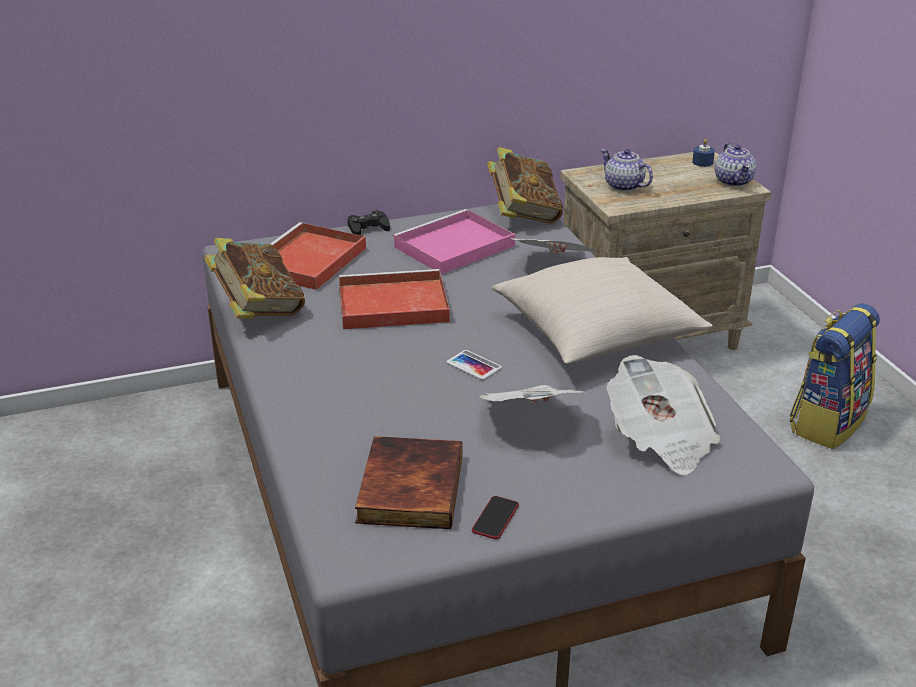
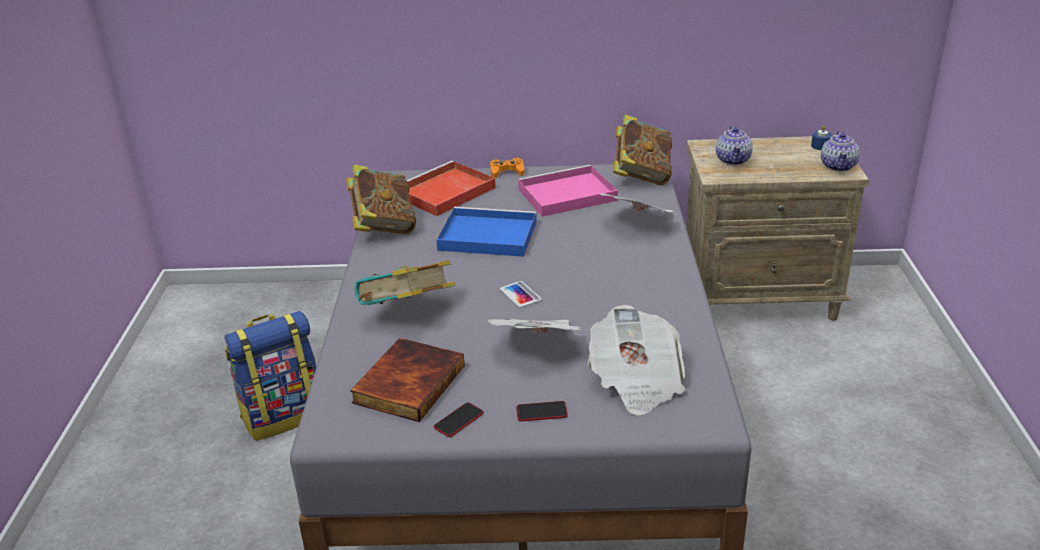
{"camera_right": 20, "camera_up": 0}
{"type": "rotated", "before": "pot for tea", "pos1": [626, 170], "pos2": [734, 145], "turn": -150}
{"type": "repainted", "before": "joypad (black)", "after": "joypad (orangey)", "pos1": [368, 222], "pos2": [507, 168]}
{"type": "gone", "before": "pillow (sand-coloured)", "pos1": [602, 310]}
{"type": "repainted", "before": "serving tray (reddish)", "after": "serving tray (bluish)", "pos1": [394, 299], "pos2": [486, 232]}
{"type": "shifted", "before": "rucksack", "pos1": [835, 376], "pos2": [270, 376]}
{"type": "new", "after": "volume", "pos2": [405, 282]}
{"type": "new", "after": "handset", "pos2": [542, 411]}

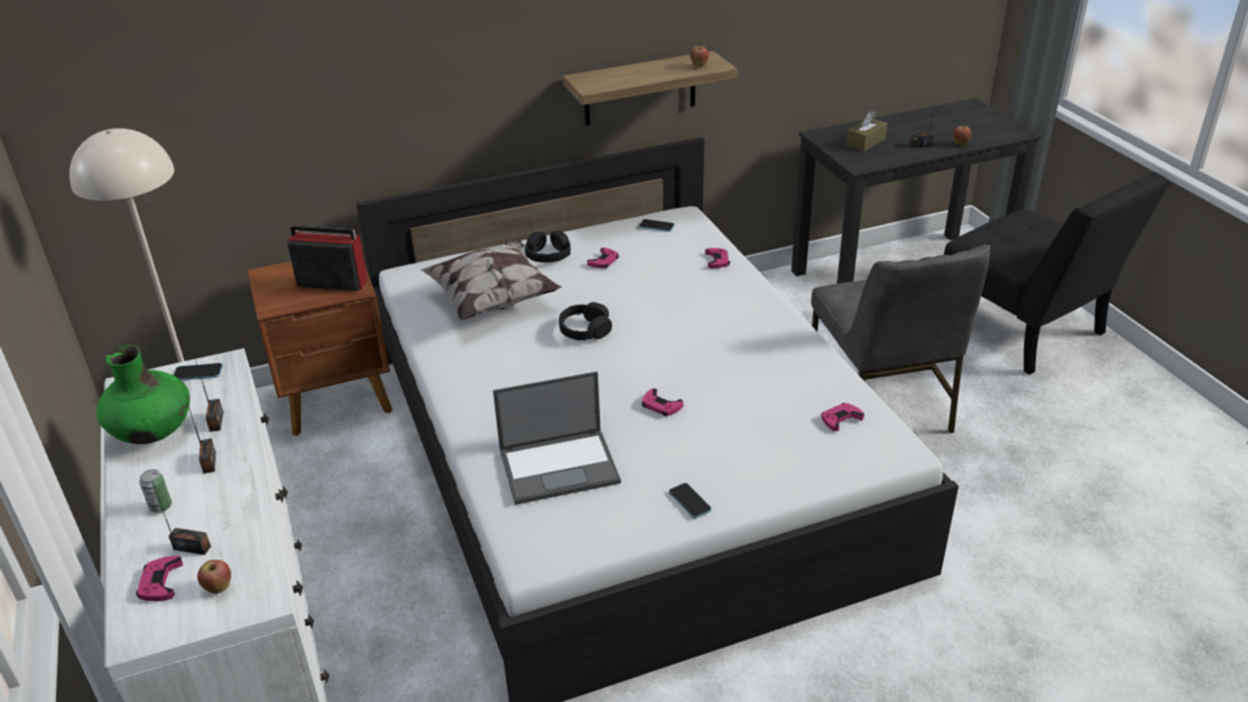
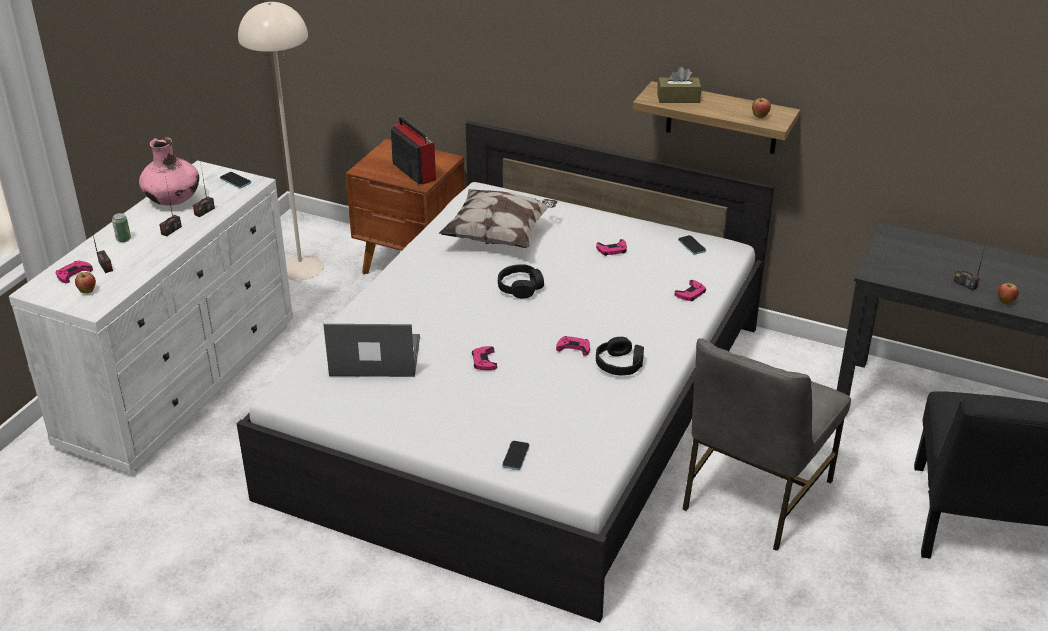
{"camera_right": 45, "camera_up": 0}
{"type": "shifted", "before": "tissue holder (brown)", "pos1": [866, 131], "pos2": [679, 85]}
{"type": "shifted", "before": "headset (black)", "pos1": [548, 247], "pos2": [620, 356]}
{"type": "repainted", "before": "decorative vase (green-coloured)", "after": "decorative vase (pinkish)", "pos1": [143, 394], "pos2": [169, 171]}
{"type": "rotated", "before": "portable computer", "pos1": [557, 438], "pos2": [371, 350], "turn": 150}
{"type": "shifted", "before": "joypad (pinkish)", "pos1": [842, 417], "pos2": [573, 346]}
{"type": "shifted", "before": "handset", "pos1": [690, 501], "pos2": [515, 455]}

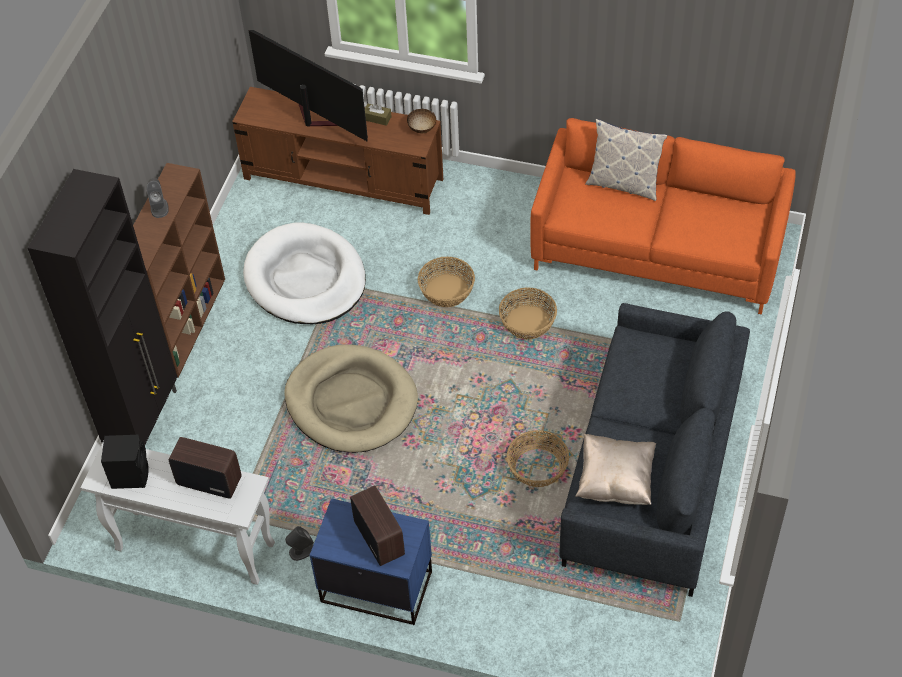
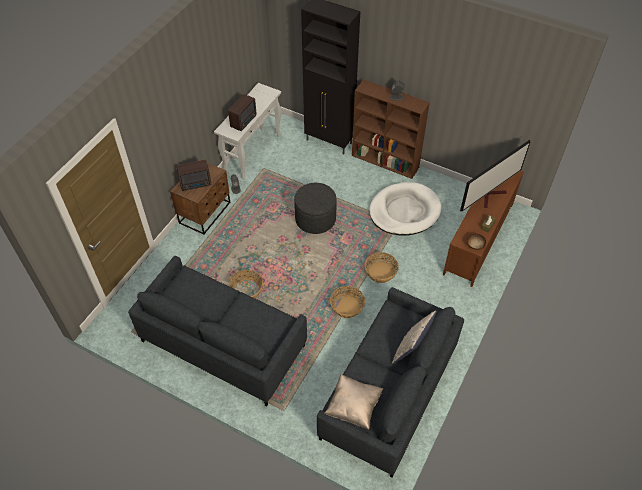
{"camera_right": 100, "camera_up": 0}
{"type": "repainted", "before": "couch (orangey)", "after": "couch (grey)", "pos1": [663, 216], "pos2": [390, 382]}
{"type": "swapped", "before": "pet bed (sand-coloured)", "after": "pouffe (grey)", "pos1": [351, 398], "pos2": [315, 208]}
{"type": "gone", "before": "audio speaker (black)", "pos1": [125, 461]}
{"type": "shifted", "before": "pillow (sand-coloured)", "pos1": [615, 469], "pos2": [354, 402]}
{"type": "repainted", "before": "bedside table (bluish)", "after": "bedside table (brown)", "pos1": [371, 561], "pos2": [200, 197]}

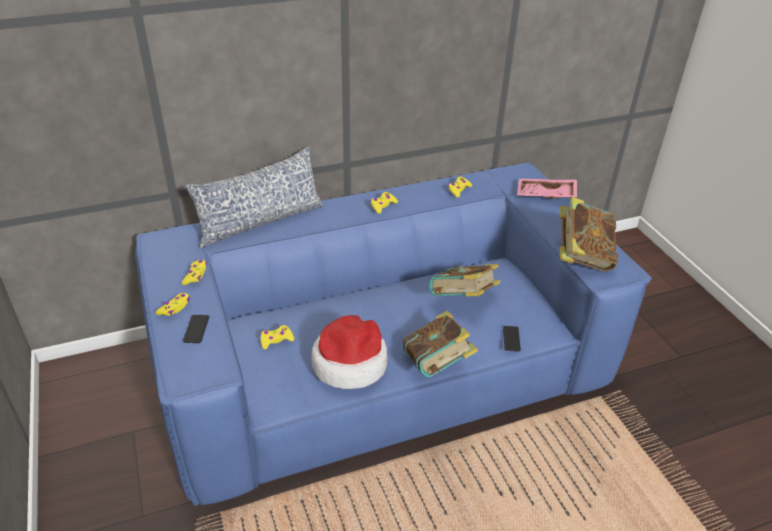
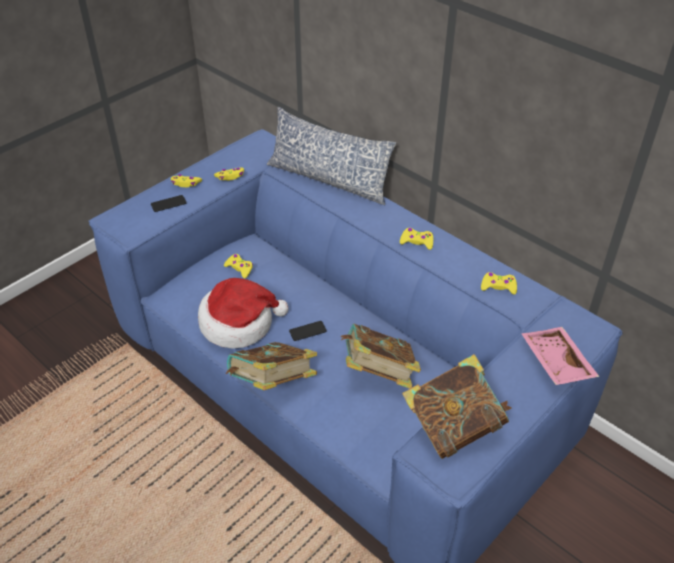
{"camera_right": 65, "camera_up": 5}
{"type": "shifted", "before": "handset", "pos1": [512, 339], "pos2": [308, 331]}

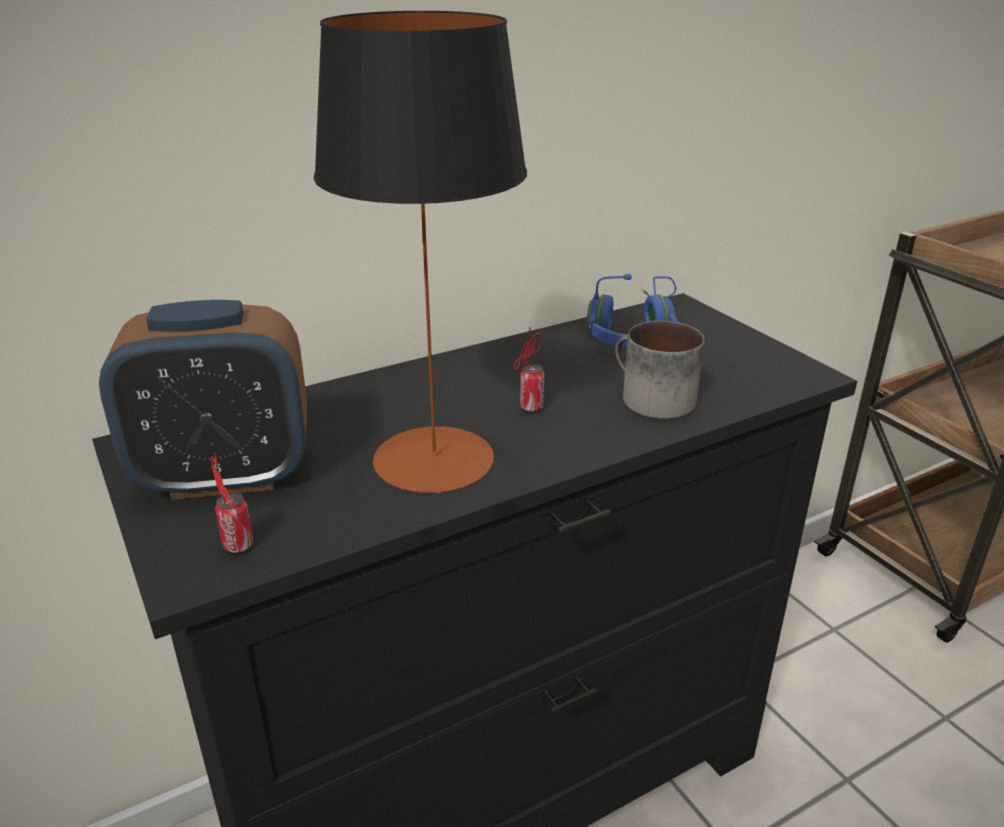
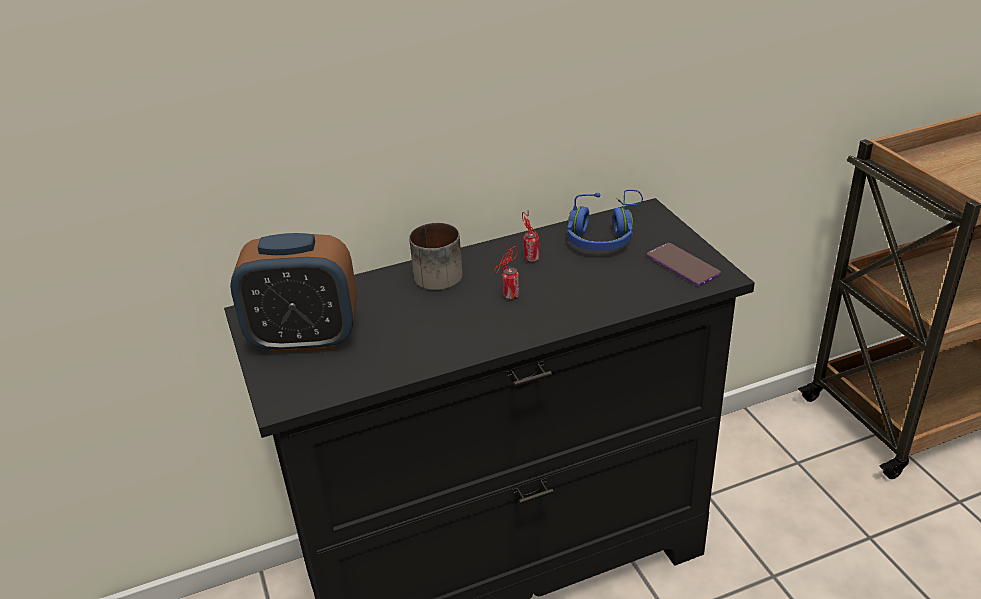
{"camera_right": 10, "camera_up": 5}
{"type": "gone", "before": "table lamp", "pos1": [420, 252]}
{"type": "shifted", "before": "mug", "pos1": [659, 370], "pos2": [436, 256]}
{"type": "shifted", "before": "sealed can", "pos1": [232, 503], "pos2": [530, 236]}
{"type": "new", "after": "handset", "pos2": [684, 264]}

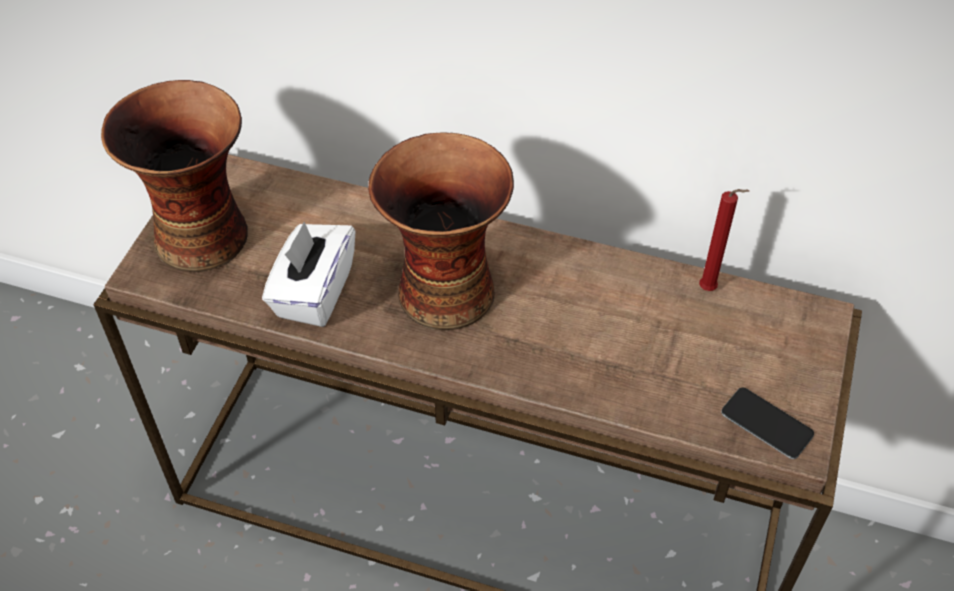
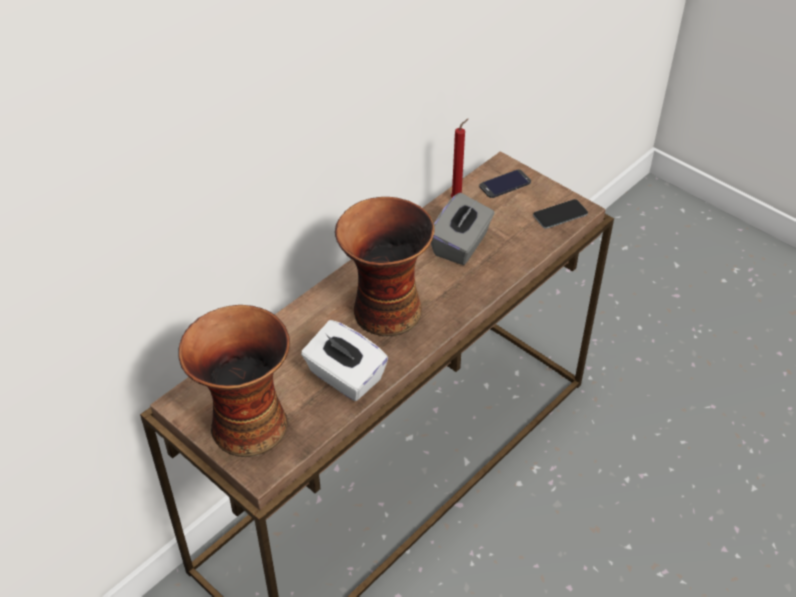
{"camera_right": -65, "camera_up": -5}
{"type": "new", "after": "handset", "pos2": [505, 183]}
{"type": "new", "after": "tissue holder (grey)", "pos2": [463, 228]}

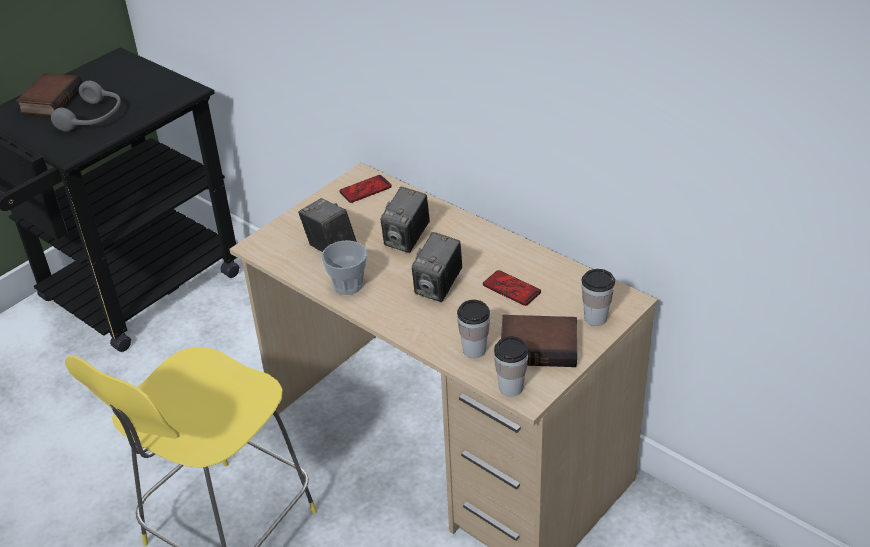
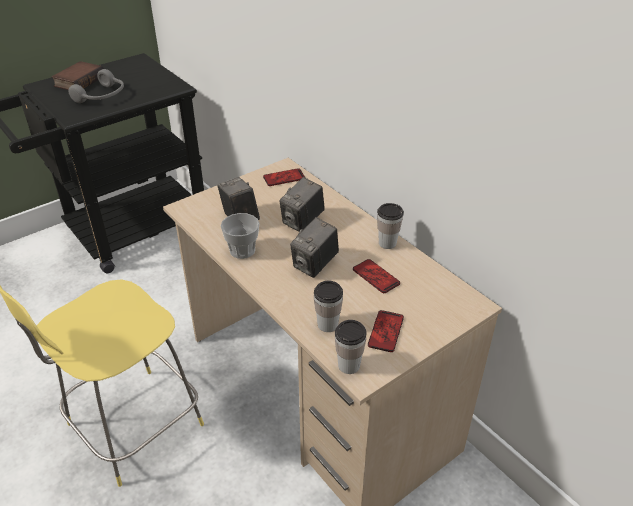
{"camera_right": 10, "camera_up": 0}
{"type": "shifted", "before": "cup", "pos1": [598, 297], "pos2": [390, 226]}
{"type": "swapped", "before": "volume", "after": "handset", "pos1": [539, 341], "pos2": [386, 331]}

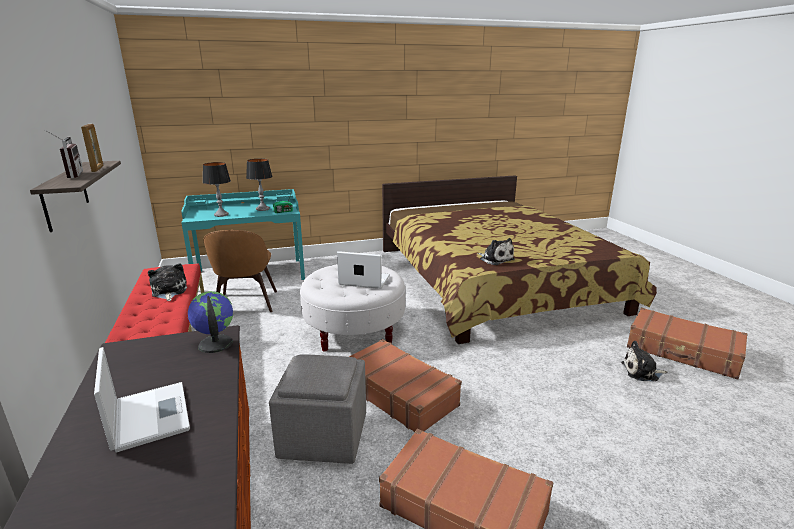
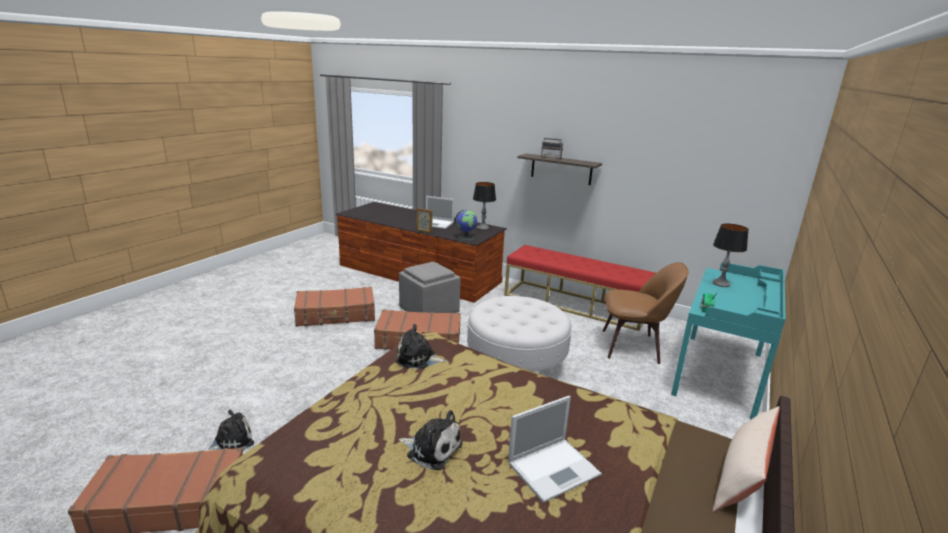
{"camera_right": 135, "camera_up": 0}
{"type": "shifted", "before": "photo frame", "pos1": [92, 148], "pos2": [424, 220]}
{"type": "shifted", "before": "table lamp", "pos1": [259, 185], "pos2": [484, 206]}
{"type": "rotated", "before": "plain chair (brown)", "pos1": [240, 271], "pos2": [645, 313], "turn": 150}
{"type": "shifted", "before": "portable computer", "pos1": [363, 270], "pos2": [555, 449]}
{"type": "shifted", "before": "soft toy", "pos1": [167, 282], "pos2": [430, 440]}
{"type": "new", "after": "pillow (sand-coloured)", "pos2": [746, 459]}

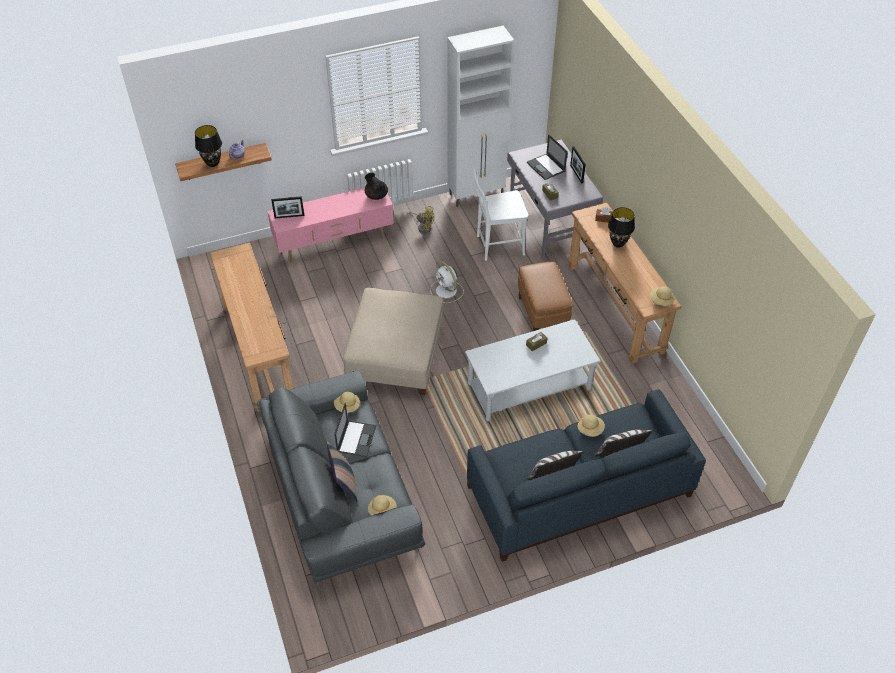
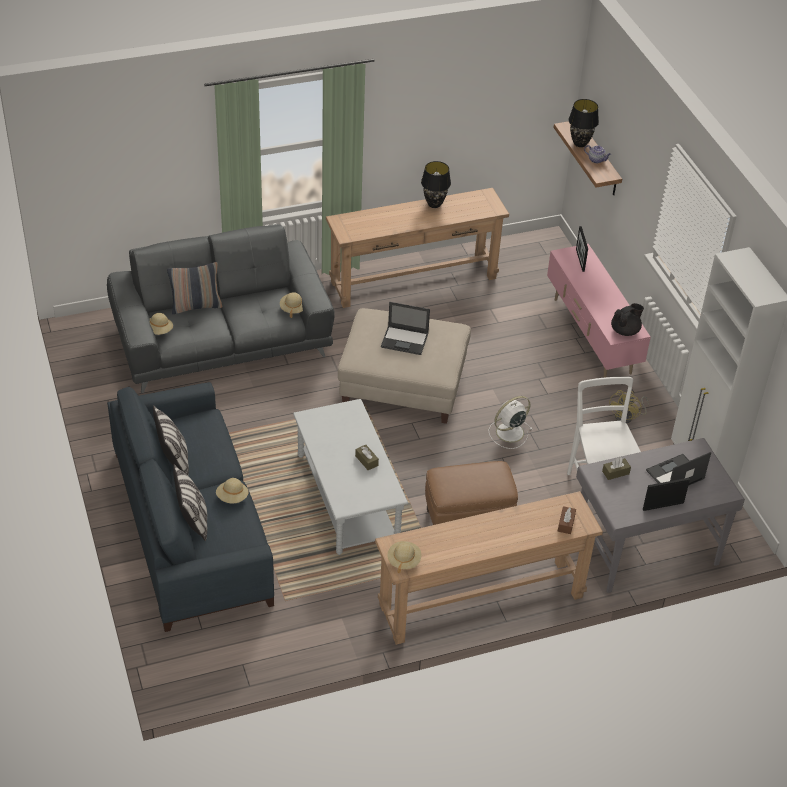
{"camera_right": 90, "camera_up": -5}
{"type": "shifted", "before": "table lamp (black)", "pos1": [621, 227], "pos2": [436, 184]}
{"type": "shifted", "before": "portable computer", "pos1": [355, 430], "pos2": [405, 328]}

